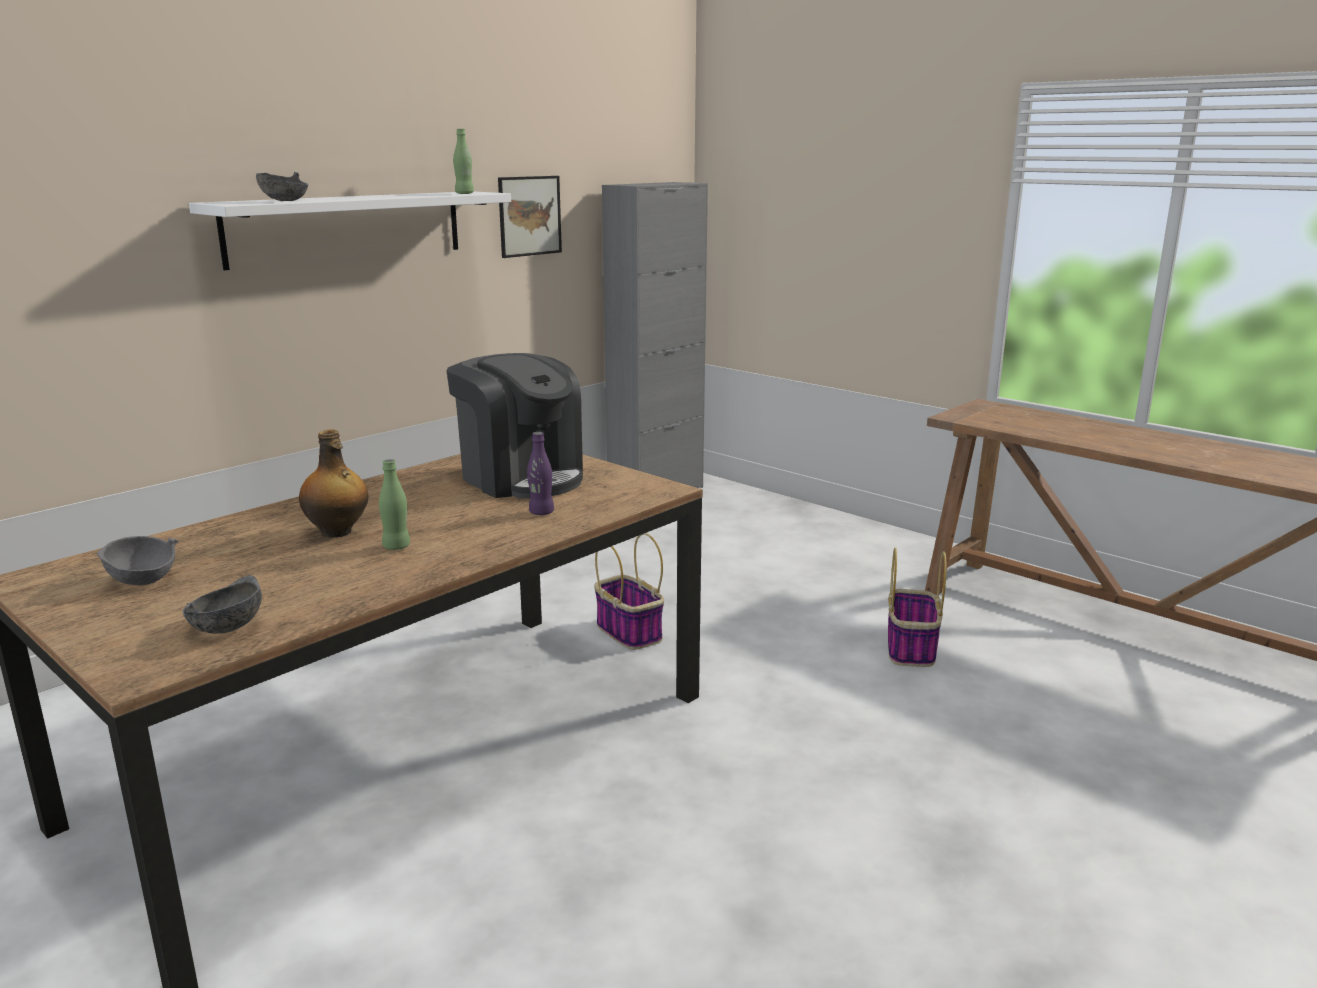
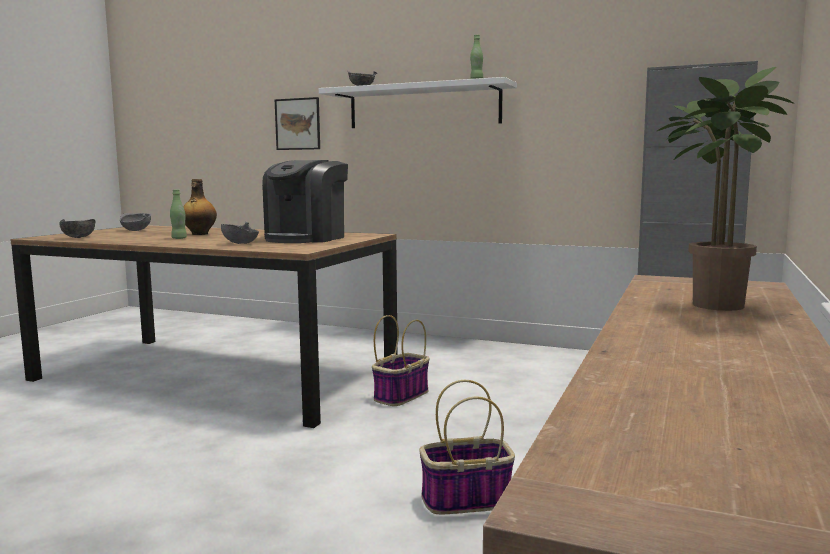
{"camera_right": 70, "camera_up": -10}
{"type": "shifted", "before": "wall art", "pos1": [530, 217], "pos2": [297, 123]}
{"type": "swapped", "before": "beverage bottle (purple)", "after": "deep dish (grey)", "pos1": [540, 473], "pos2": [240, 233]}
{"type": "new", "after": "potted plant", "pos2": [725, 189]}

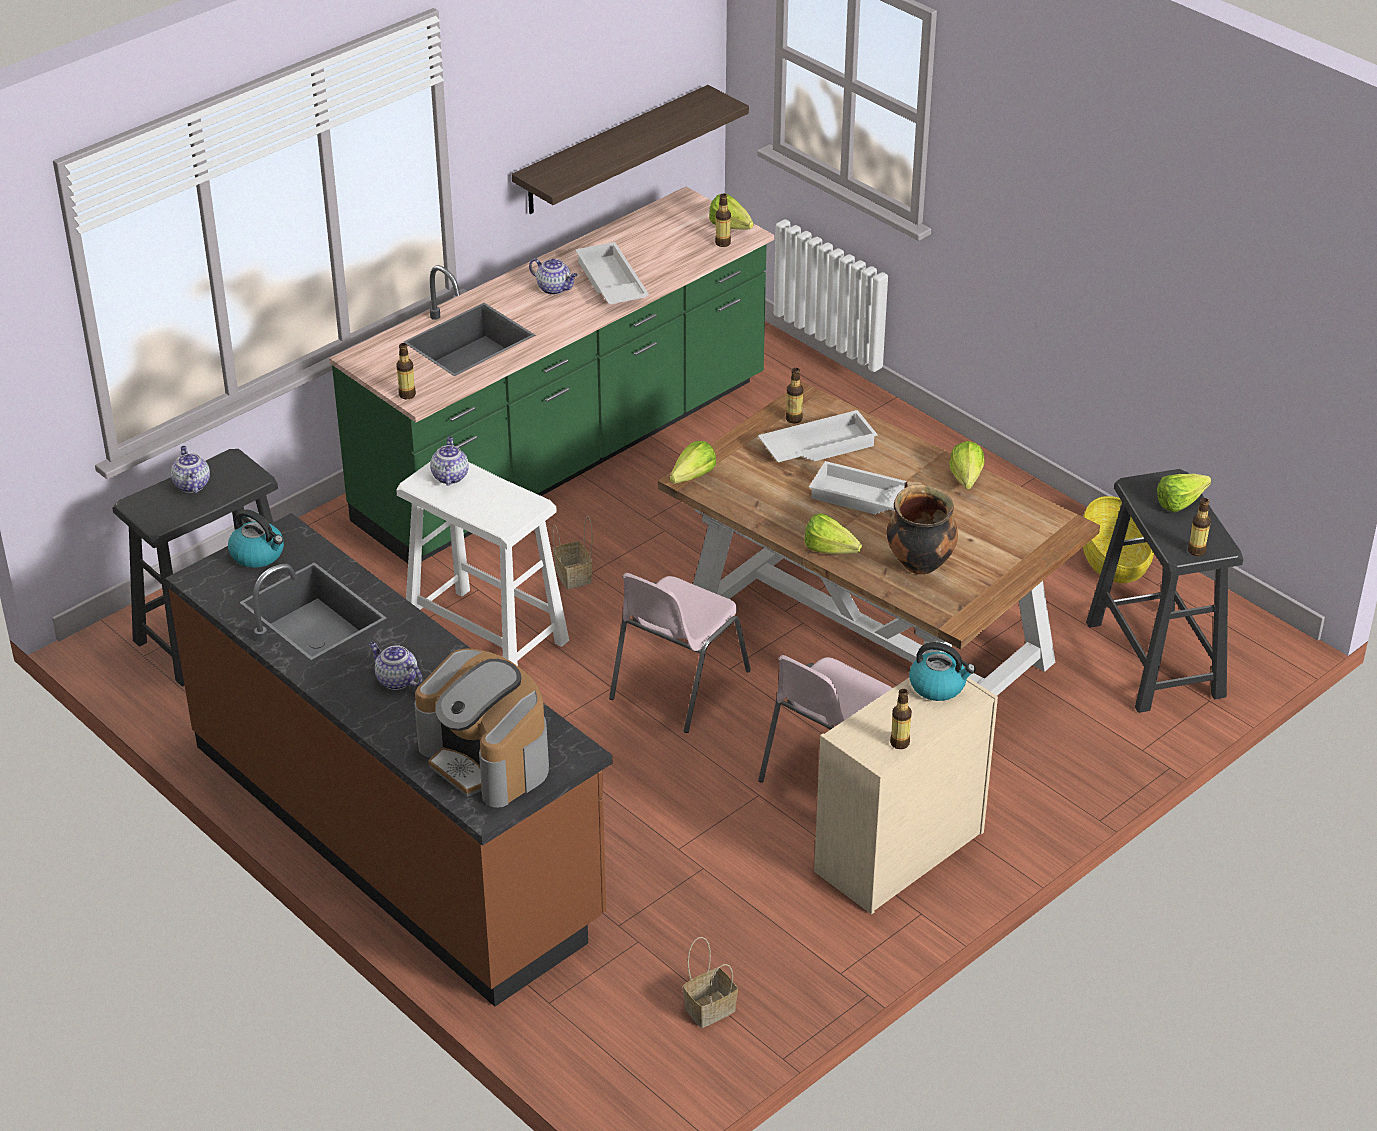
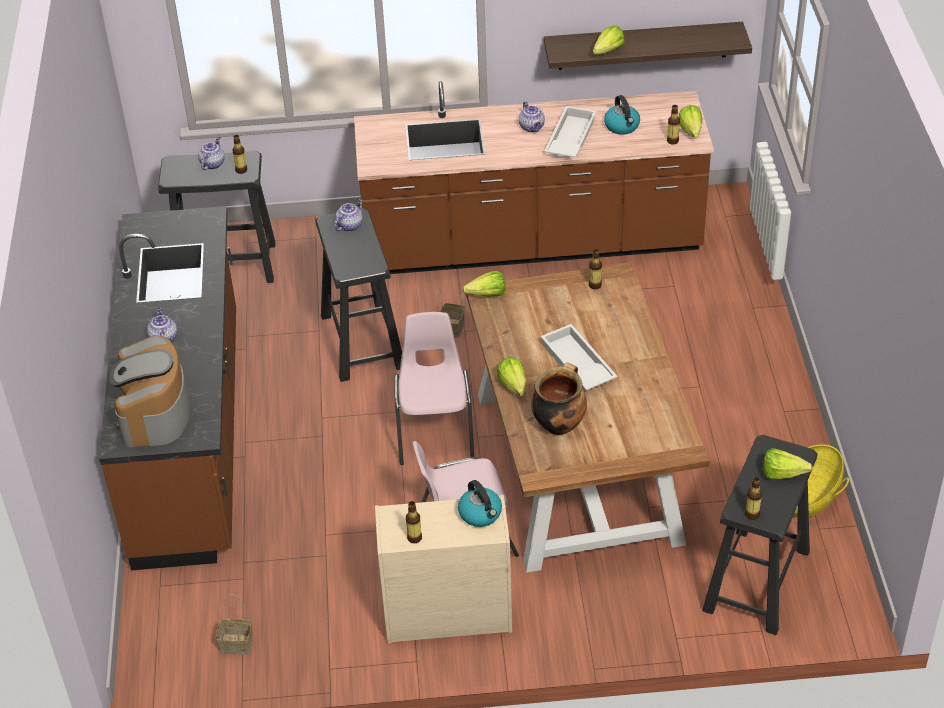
{"camera_right": 40, "camera_up": 5}
{"type": "repainted", "before": "counter (green-coloured)", "after": "counter (brown)", "pos1": [551, 375], "pos2": [534, 177]}
{"type": "shifted", "before": "beverage bottle", "pos1": [406, 371], "pos2": [239, 154]}
{"type": "gone", "before": "serving tray (whitish)", "pos1": [818, 436]}
{"type": "shifted", "before": "lettuce", "pos1": [967, 465], "pos2": [609, 40]}
{"type": "repainted", "before": "stool (whitish)", "after": "stool (black)", "pos1": [482, 563], "pos2": [358, 295]}
{"type": "shifted", "before": "kettle", "pos1": [256, 539], "pos2": [622, 115]}
{"type": "rotated", "before": "plain chair (pinkish)", "pos1": [680, 653], "pos2": [434, 388], "turn": 105}

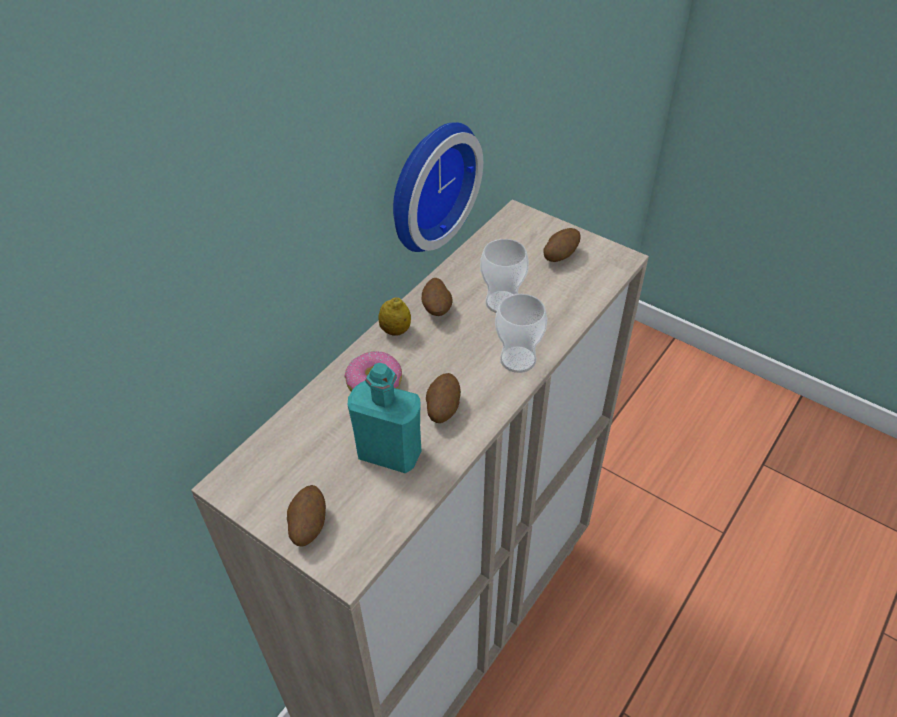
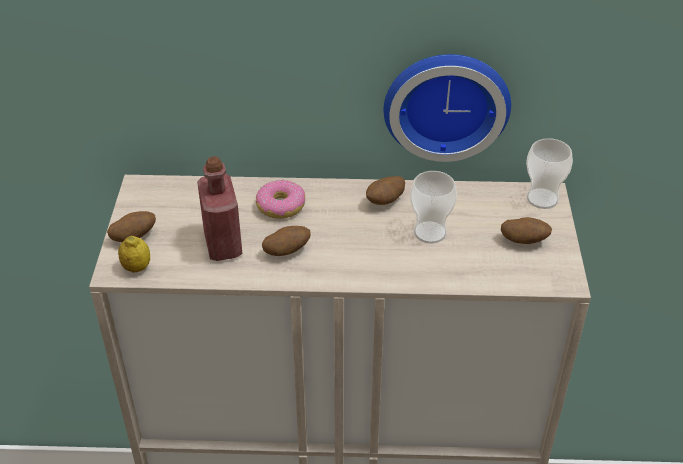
{"camera_right": 55, "camera_up": -5}
{"type": "shifted", "before": "cup", "pos1": [521, 333], "pos2": [549, 173]}
{"type": "shifted", "before": "citrus fruit", "pos1": [394, 316], "pos2": [134, 254]}
{"type": "repainted", "before": "beverage bottle (turquoise-coloured)", "after": "beverage bottle (reddish)", "pos1": [384, 418], "pos2": [219, 208]}

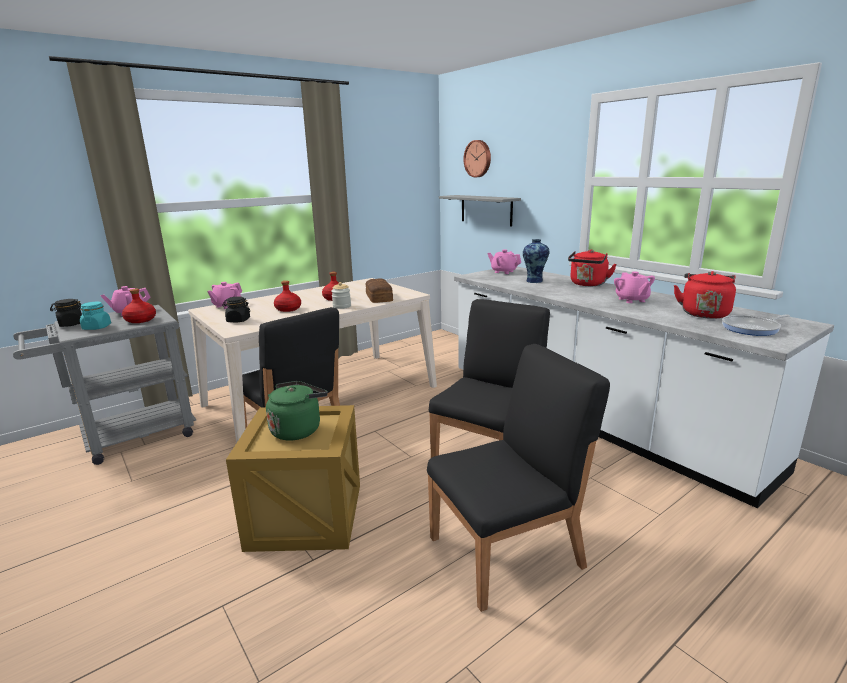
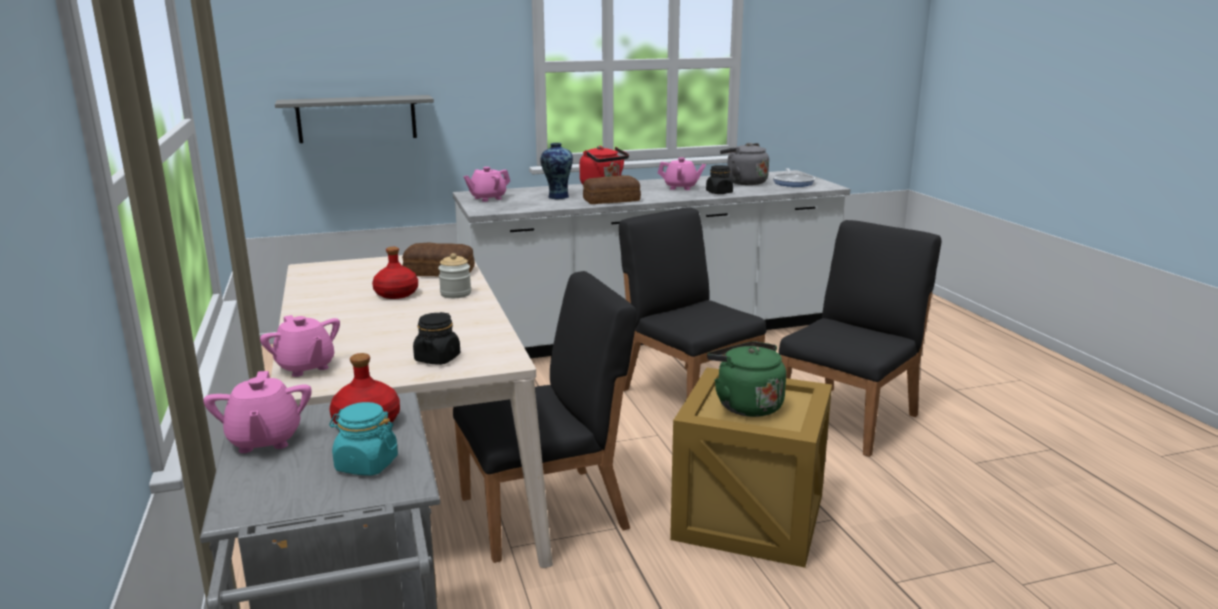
{"camera_right": -70, "camera_up": 0}
{"type": "gone", "before": "wall clock", "pos1": [477, 158]}
{"type": "repainted", "before": "kettle (reddish)", "after": "kettle (grey)", "pos1": [705, 295], "pos2": [744, 164]}
{"type": "gone", "before": "beverage bottle (reddish)", "pos1": [287, 296]}
{"type": "shifted", "before": "preserve jar (black)", "pos1": [66, 313], "pos2": [719, 179]}
{"type": "rotated", "before": "plain chair (black)", "pos1": [518, 478], "pos2": [860, 338], "turn": 45}
{"type": "new", "after": "bread", "pos2": [612, 189]}

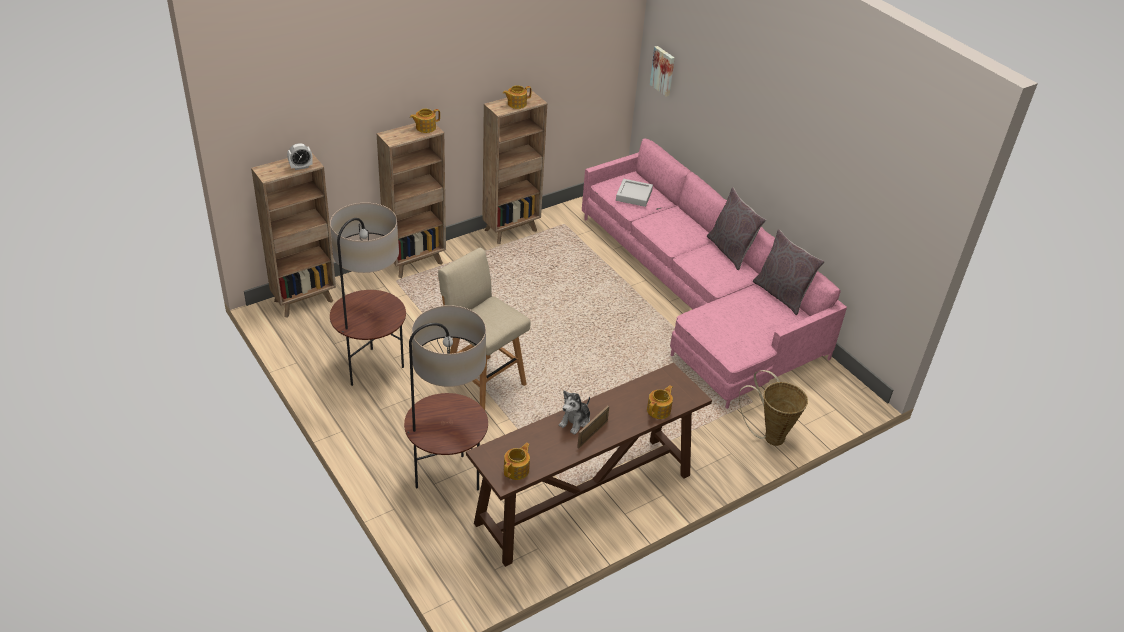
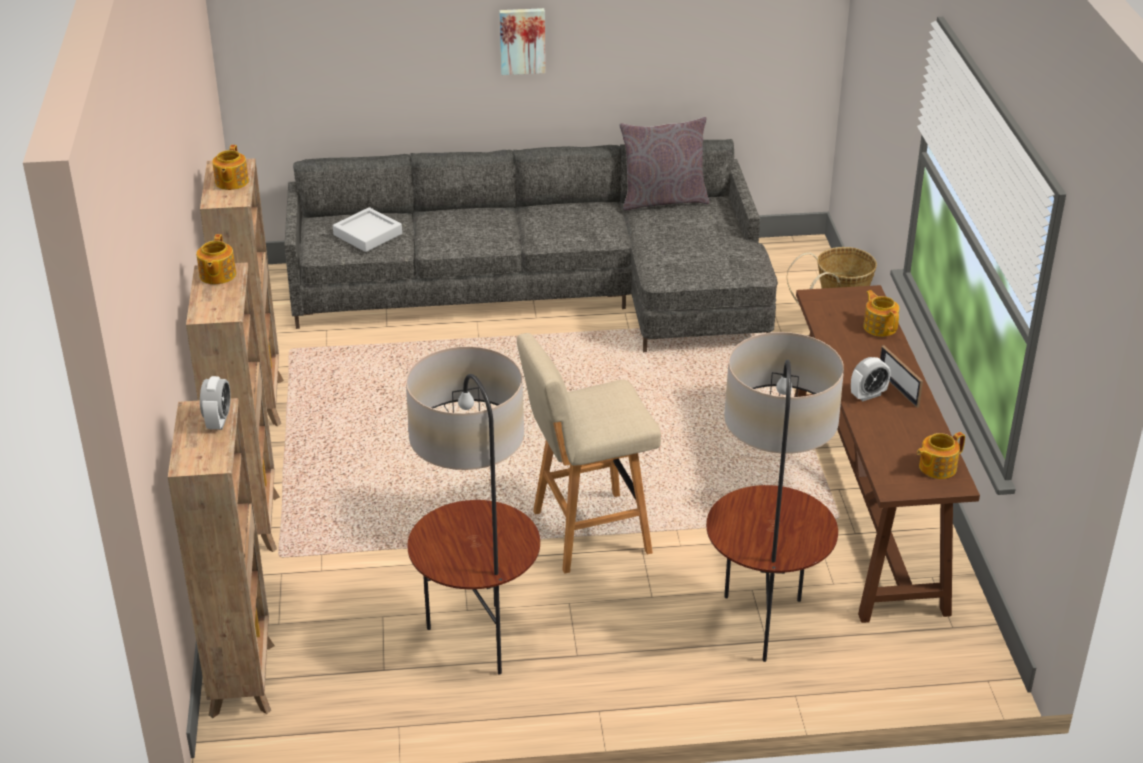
{"camera_right": -60, "camera_up": -5}
{"type": "shifted", "before": "wall art", "pos1": [662, 71], "pos2": [522, 41]}
{"type": "repainted", "before": "couch (pinkish)", "after": "couch (grey)", "pos1": [714, 274], "pos2": [531, 245]}
{"type": "gone", "before": "pillow (grey)", "pos1": [736, 228]}
{"type": "swapped", "before": "soft toy", "after": "alarm clock", "pos1": [574, 412], "pos2": [871, 379]}
{"type": "rotated", "before": "pot for tea", "pos1": [517, 461], "pos2": [941, 455], "turn": -90}

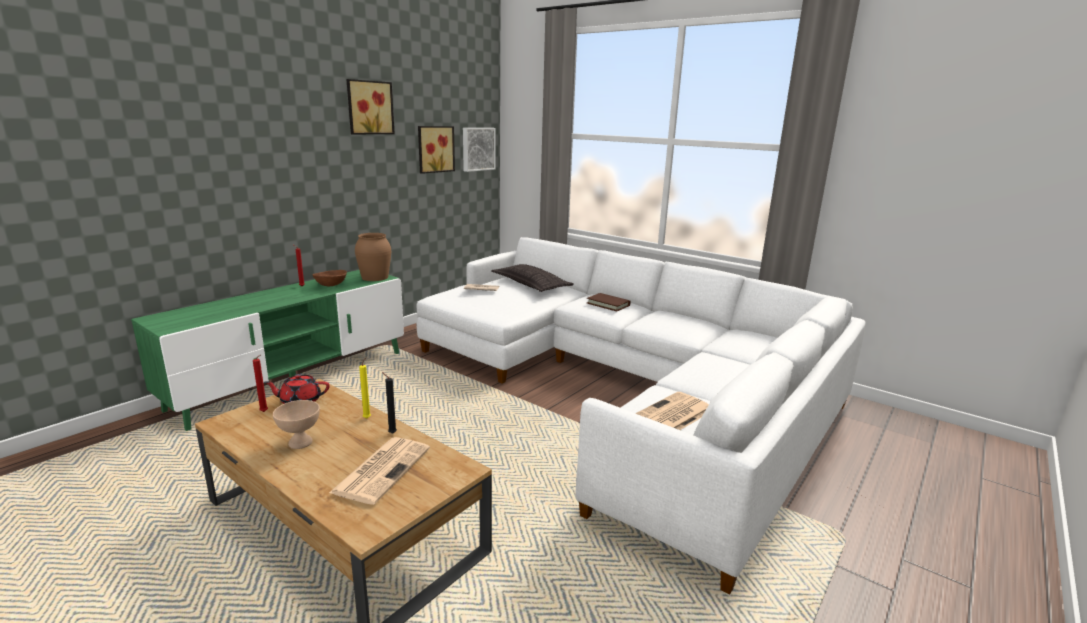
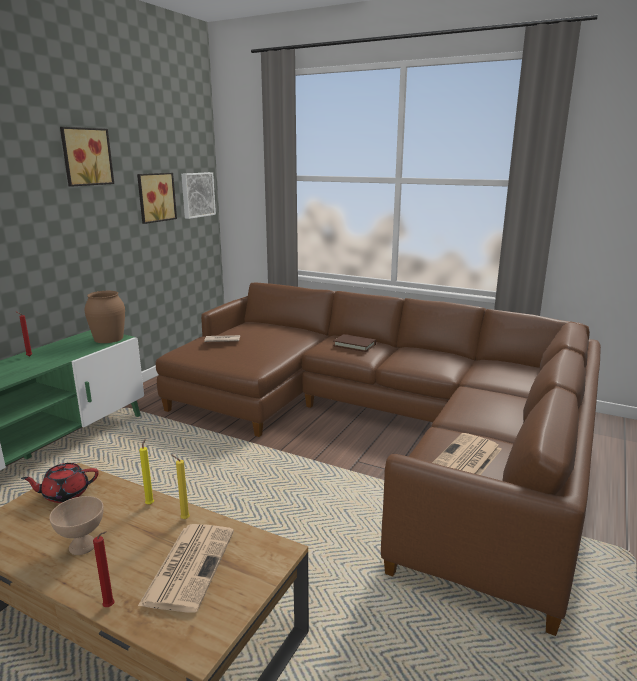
{"camera_right": -10, "camera_up": 0}
{"type": "repainted", "before": "couch (whitish)", "after": "couch (brown)", "pos1": [641, 416], "pos2": [378, 459]}
{"type": "gone", "before": "pillow", "pos1": [532, 278]}
{"type": "gone", "before": "deep dish (brown)", "pos1": [330, 278]}
{"type": "shifted", "before": "wax candle (reddish)", "pos1": [260, 383], "pos2": [104, 569]}
{"type": "repainted", "before": "wax candle (black)", "after": "wax candle (yellow)", "pos1": [389, 403], "pos2": [181, 487]}

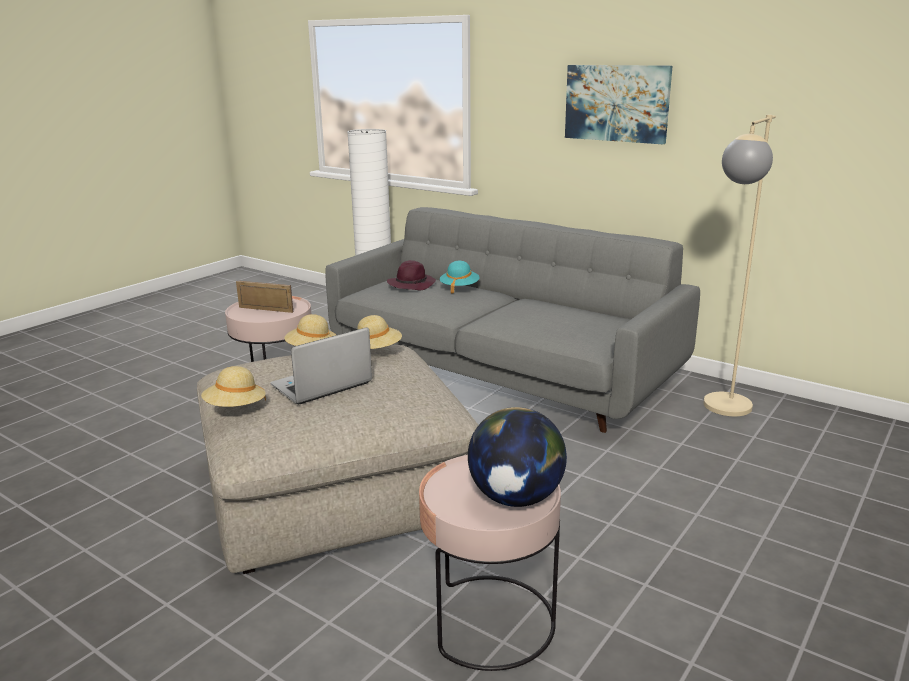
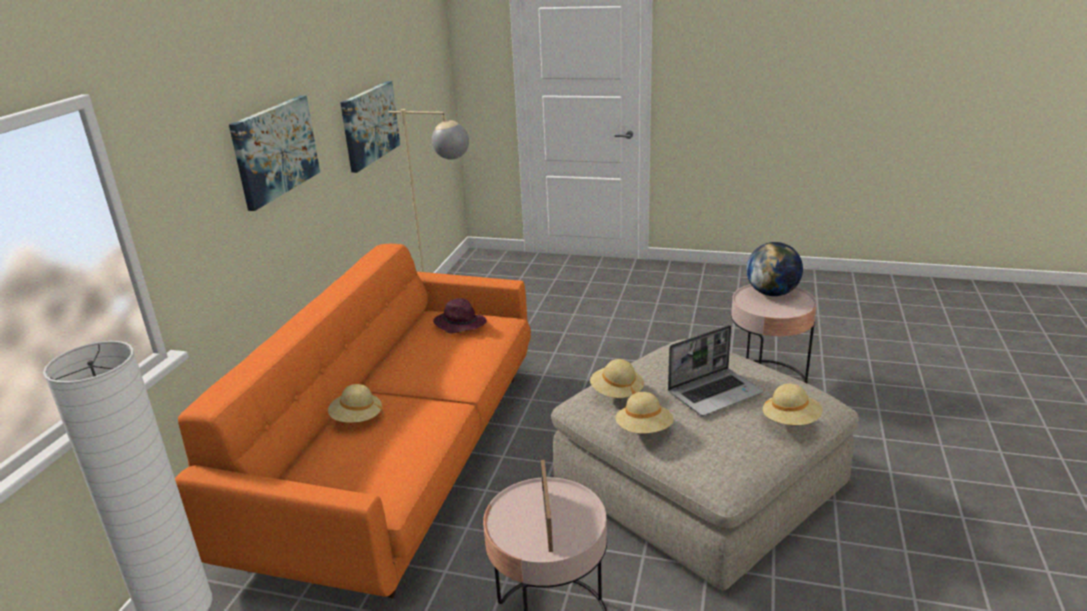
{"camera_right": -110, "camera_up": 5}
{"type": "repainted", "before": "couch (grey)", "after": "couch (orangey)", "pos1": [512, 320], "pos2": [353, 421]}
{"type": "shifted", "before": "wearable hat (purple)", "pos1": [411, 275], "pos2": [460, 316]}
{"type": "repainted", "before": "wearable hat (turquoise-coloured)", "after": "wearable hat (sand-coloured)", "pos1": [460, 277], "pos2": [356, 403]}
{"type": "rotated", "before": "portable computer", "pos1": [321, 365], "pos2": [715, 370], "turn": -60}
{"type": "new", "after": "wall art", "pos2": [370, 127]}

